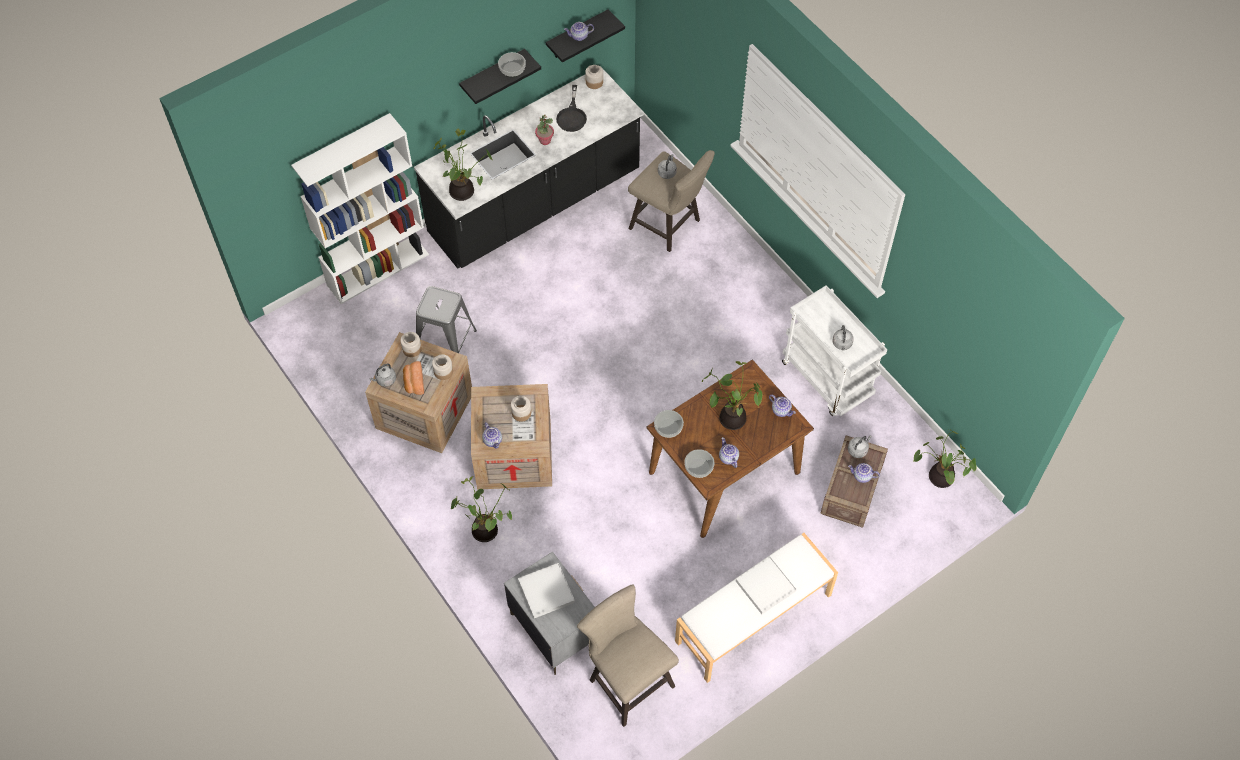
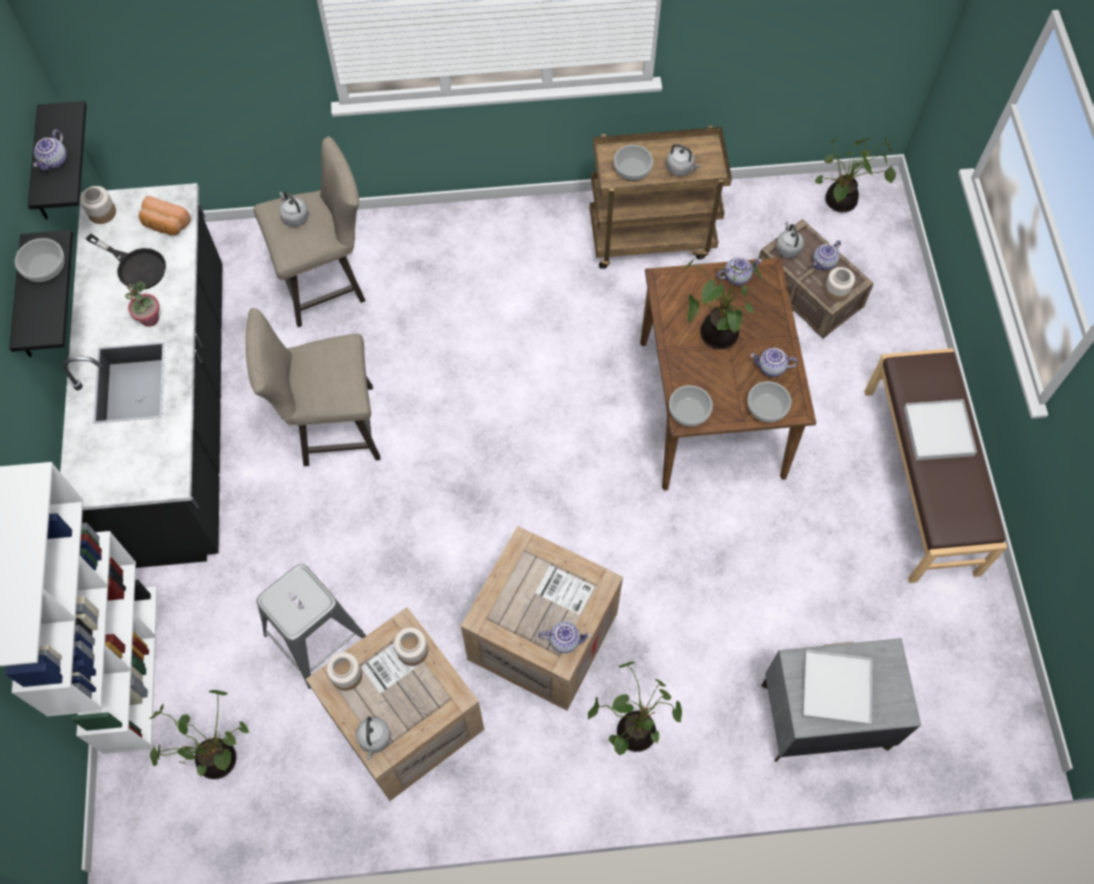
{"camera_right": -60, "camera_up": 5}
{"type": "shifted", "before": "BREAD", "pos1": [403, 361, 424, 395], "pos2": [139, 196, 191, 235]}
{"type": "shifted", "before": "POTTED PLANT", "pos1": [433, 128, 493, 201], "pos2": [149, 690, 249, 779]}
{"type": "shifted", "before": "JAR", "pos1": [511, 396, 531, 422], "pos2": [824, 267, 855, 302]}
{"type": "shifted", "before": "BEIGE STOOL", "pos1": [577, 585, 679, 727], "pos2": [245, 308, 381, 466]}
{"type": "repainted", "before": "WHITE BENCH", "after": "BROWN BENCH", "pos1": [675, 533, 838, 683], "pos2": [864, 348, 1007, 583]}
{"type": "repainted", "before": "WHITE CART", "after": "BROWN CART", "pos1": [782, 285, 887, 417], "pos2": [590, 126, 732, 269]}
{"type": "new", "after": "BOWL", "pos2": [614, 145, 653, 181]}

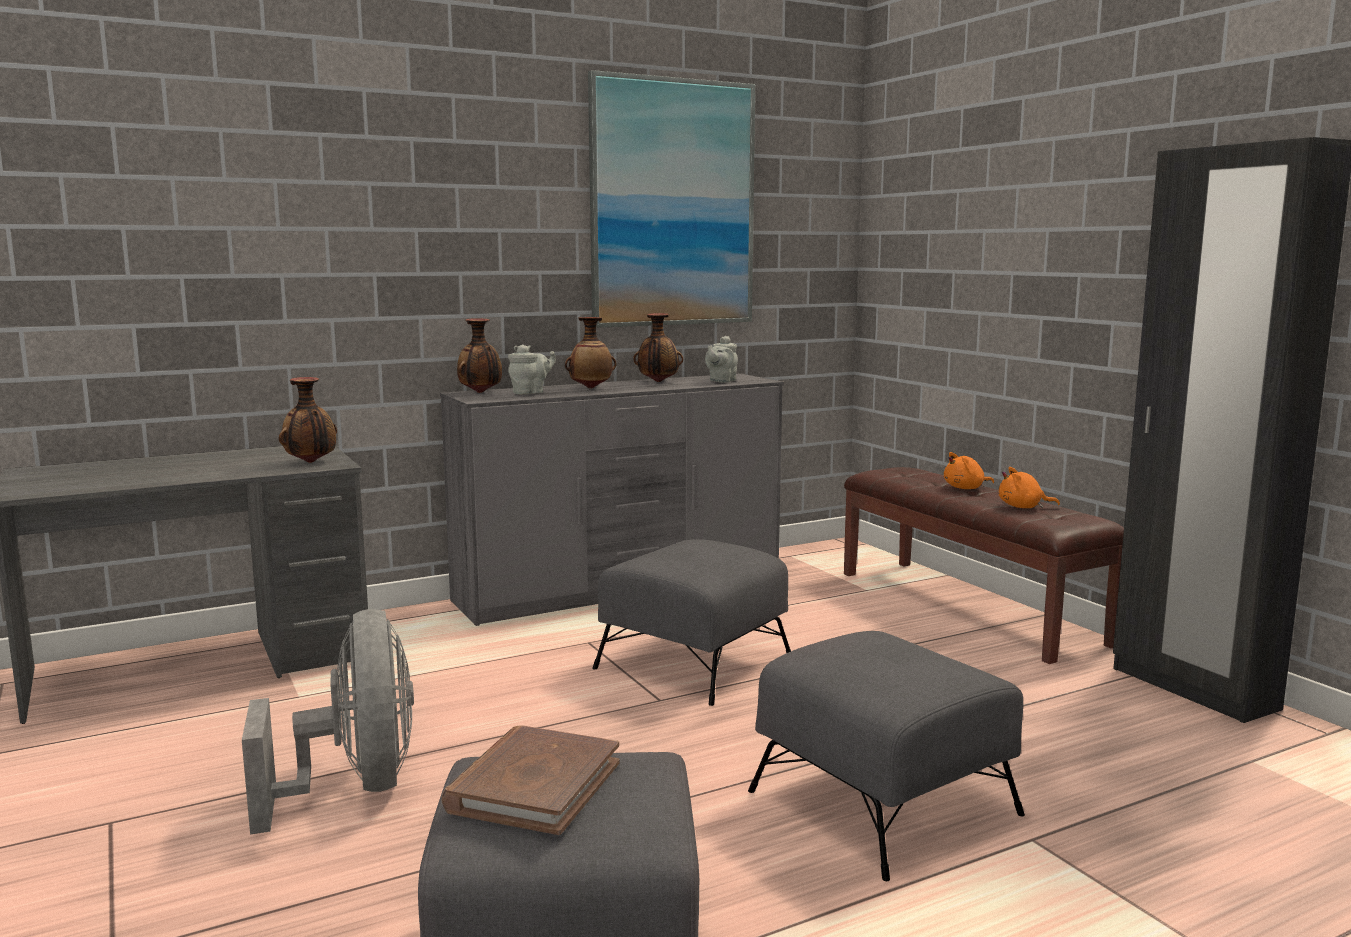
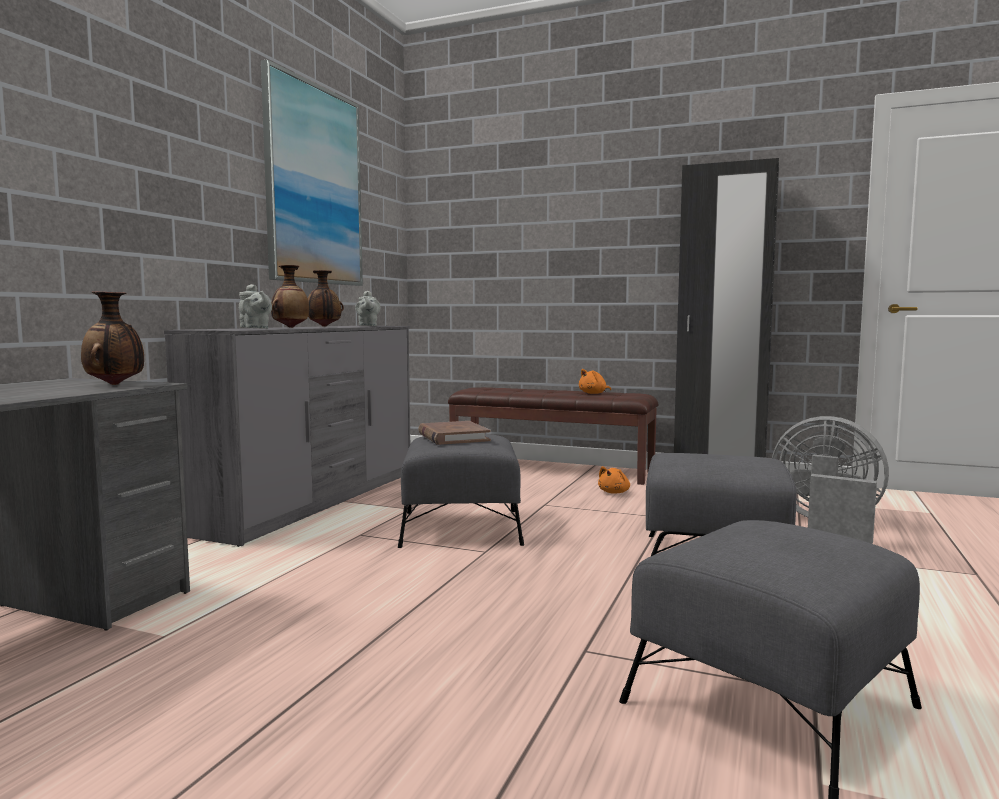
{"camera_right": -40, "camera_up": -5}
{"type": "shifted", "before": "GREY FAN", "pos1": [242, 609, 414, 835], "pos2": [772, 416, 889, 544]}
{"type": "shifted", "before": "BROWN BOOK", "pos1": [441, 725, 620, 835], "pos2": [418, 421, 491, 445]}
{"type": "gone", "before": "VASE", "pos1": [457, 318, 502, 393]}
{"type": "rotated", "before": "GREY TEAPOT", "pos1": [508, 344, 556, 394], "pos2": [239, 284, 272, 329], "turn": 120}
{"type": "shifted", "before": "ORANGE PLUSH TOY", "pos1": [944, 452, 994, 489], "pos2": [598, 466, 630, 494]}

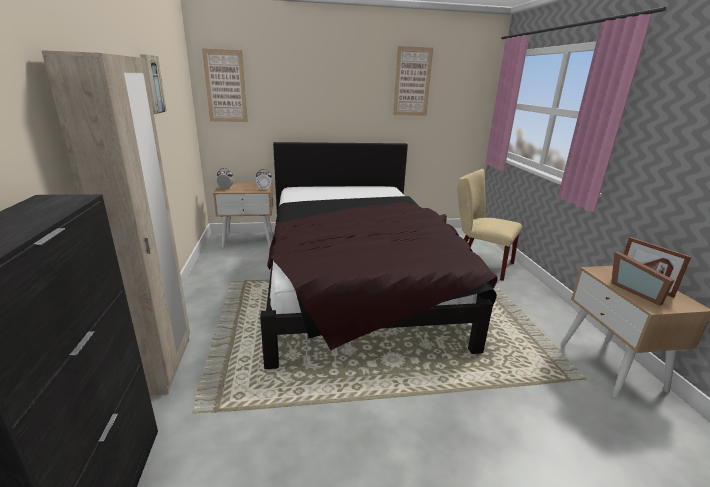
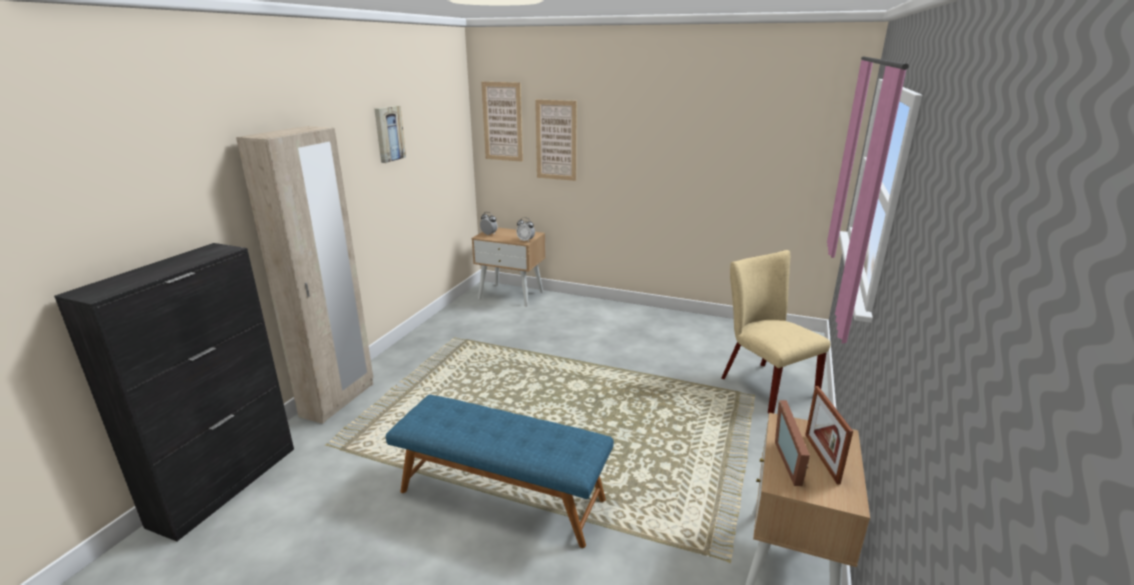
{"camera_right": 30, "camera_up": 0}
{"type": "gone", "before": "BED", "pos1": [260, 142, 497, 369]}
{"type": "shifted", "before": "PICTURE", "pos1": [393, 46, 433, 116], "pos2": [535, 100, 577, 181]}
{"type": "new", "after": "BLUE BENCH", "pos2": [386, 395, 614, 548]}

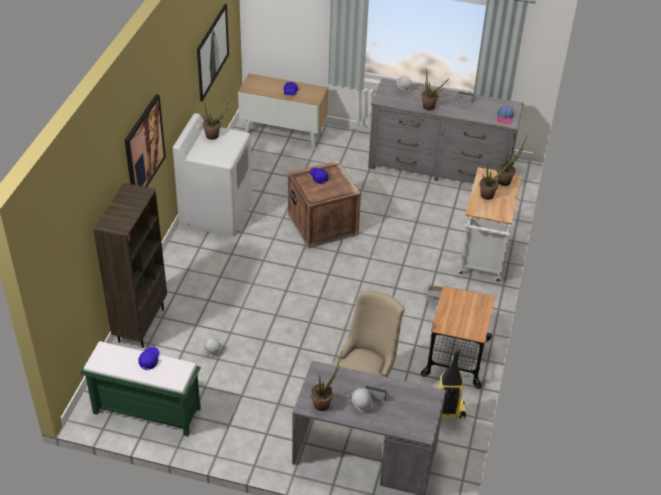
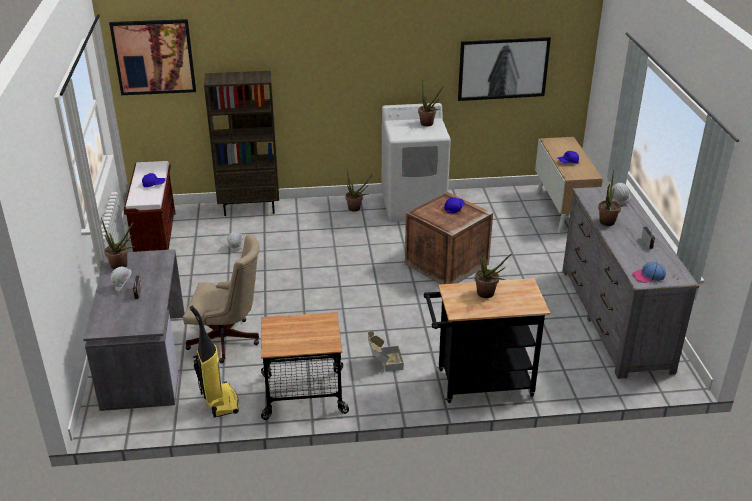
{"camera_right": 70, "camera_up": -10}
{"type": "repainted", "before": "GREEN BENCH", "after": "BROWN BENCH", "pos1": [80, 341, 201, 436], "pos2": [124, 161, 175, 252]}
{"type": "shifted", "before": "PICTURE", "pos1": [125, 94, 166, 187], "pos2": [109, 19, 196, 95]}
{"type": "repainted", "before": "WHITE CART", "after": "BLACK CART", "pos1": [458, 167, 522, 282], "pos2": [424, 278, 550, 403]}
{"type": "shifted", "before": "POTTED PLANT", "pos1": [497, 136, 527, 186], "pos2": [346, 170, 373, 212]}

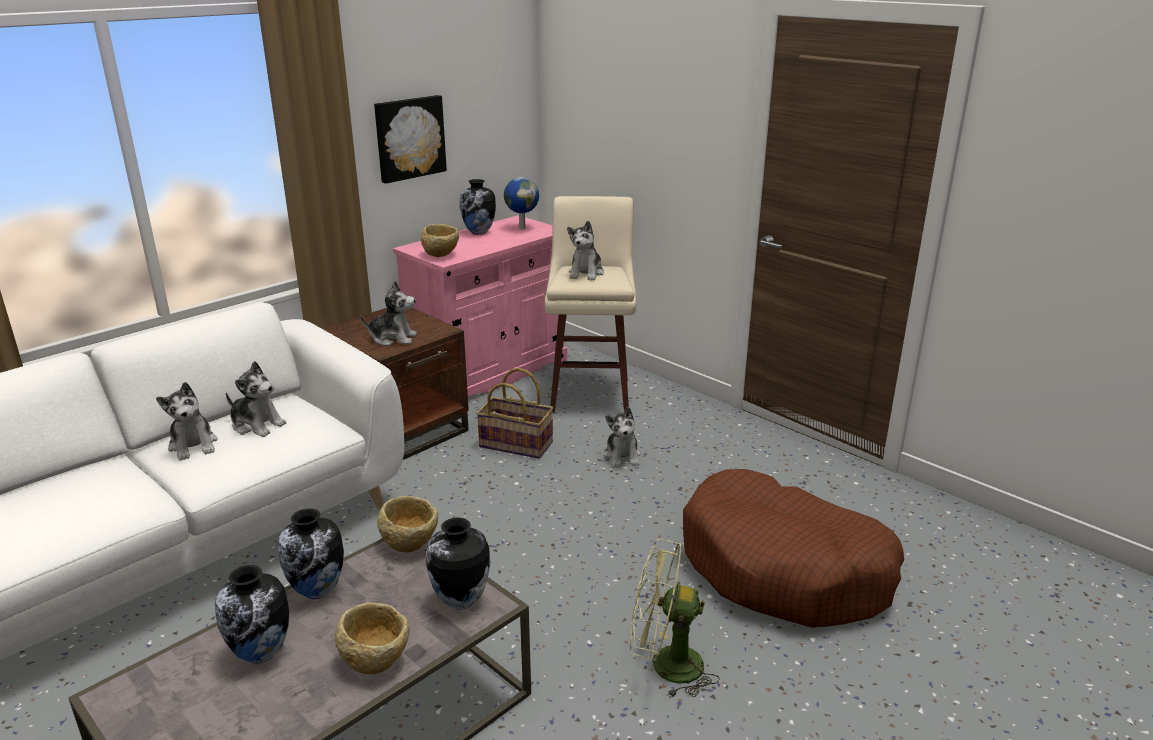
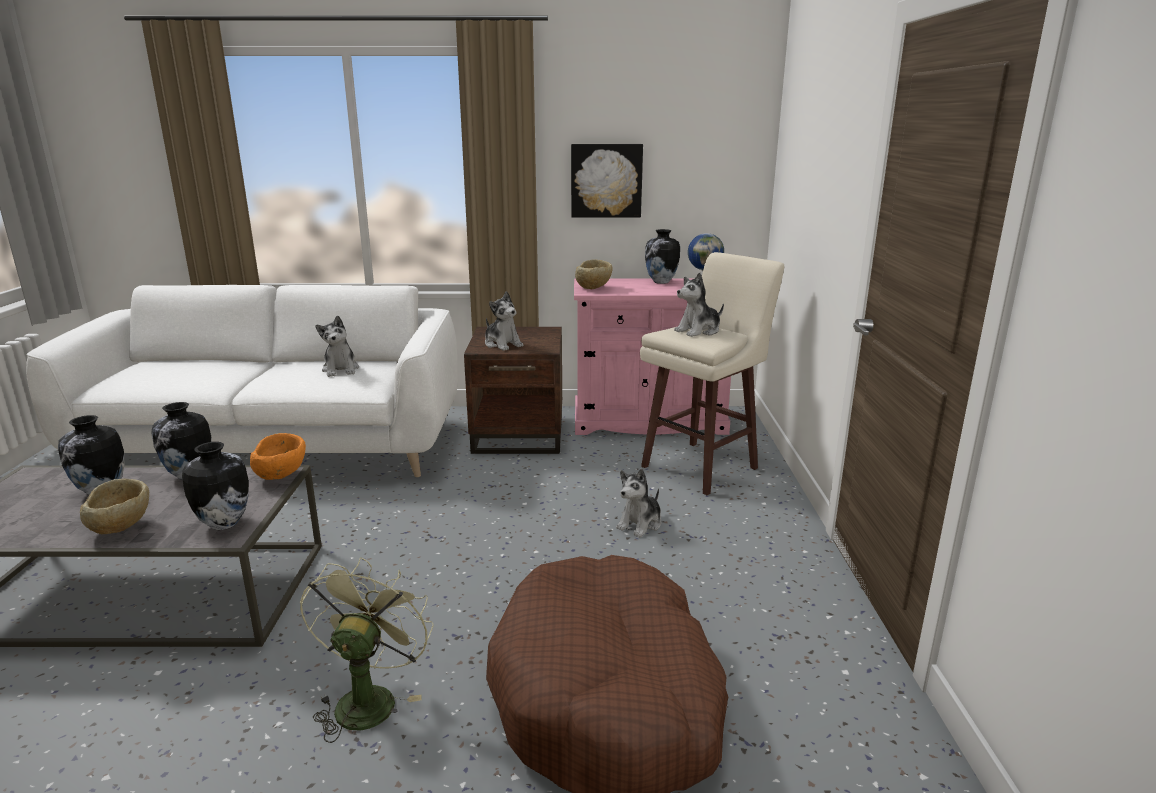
{"camera_right": 45, "camera_up": -5}
{"type": "gone", "before": "PLUSH TOY", "pos1": [156, 382, 217, 461]}
{"type": "repainted", "before": "BEIGE BOWL", "after": "ORANGE BOWL", "pos1": [377, 495, 438, 553], "pos2": [250, 433, 306, 480]}
{"type": "gone", "before": "BASKET", "pos1": [476, 368, 554, 459]}
{"type": "rotated", "before": "GREEN FAN", "pos1": [630, 539, 719, 698], "pos2": [300, 557, 433, 743], "turn": 45}

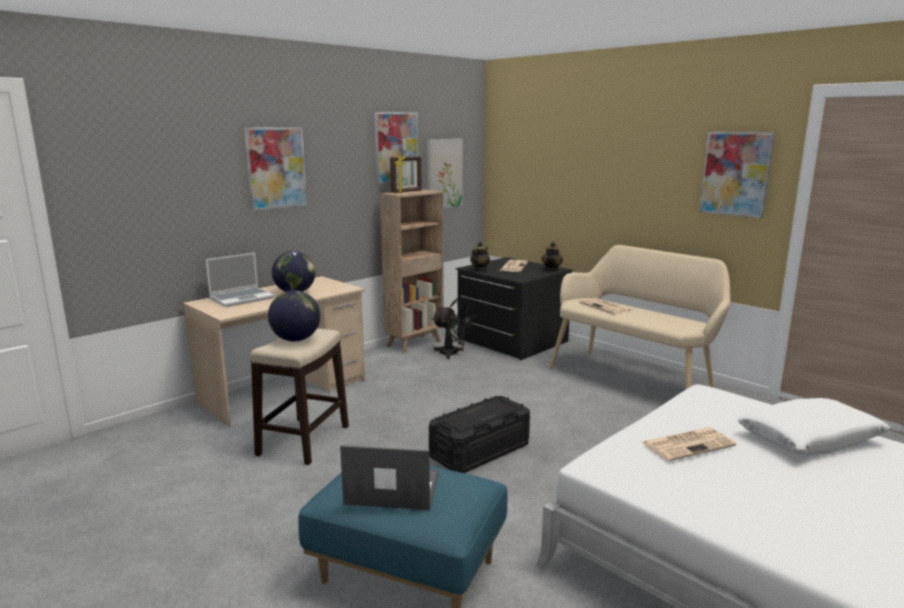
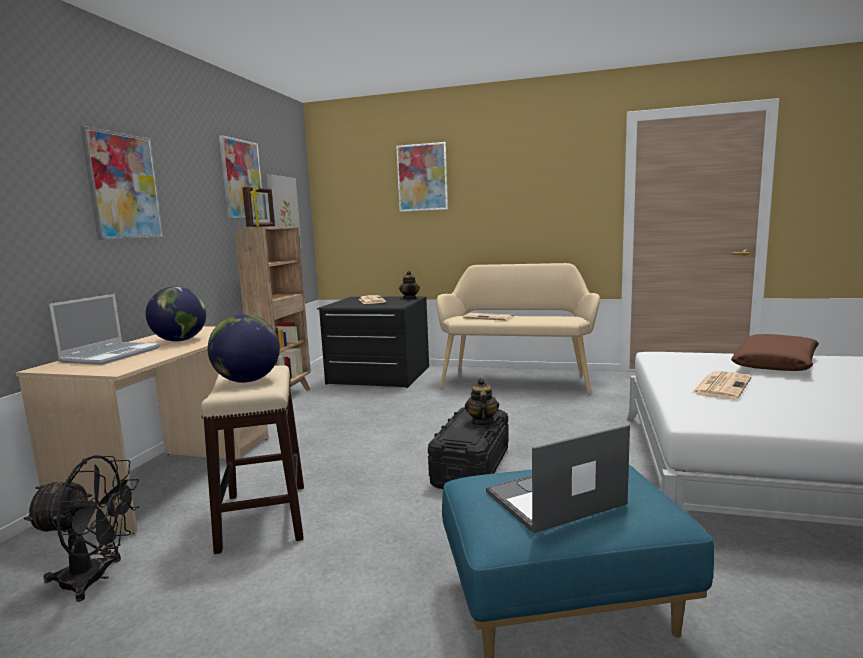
{"camera_right": -30, "camera_up": -5}
{"type": "shifted", "before": "BLACK FAN", "pos1": [432, 298, 476, 359], "pos2": [23, 455, 139, 602]}
{"type": "shifted", "before": "TEAPOT", "pos1": [470, 241, 490, 271], "pos2": [465, 378, 500, 426]}
{"type": "shifted", "before": "PICTURE", "pos1": [699, 132, 775, 218], "pos2": [396, 142, 448, 212]}
{"type": "repainted", "before": "WHITE PILLOW", "after": "BROWN PILLOW", "pos1": [738, 398, 891, 454], "pos2": [731, 334, 819, 371]}

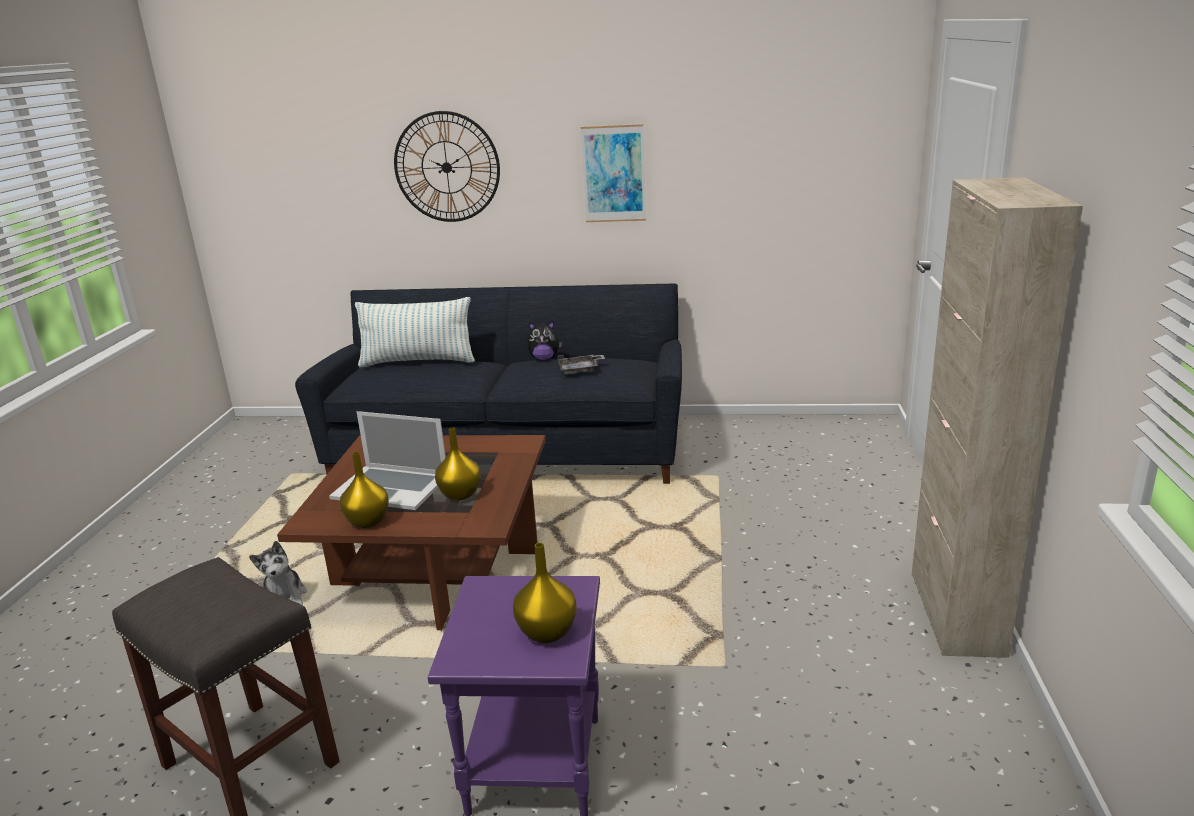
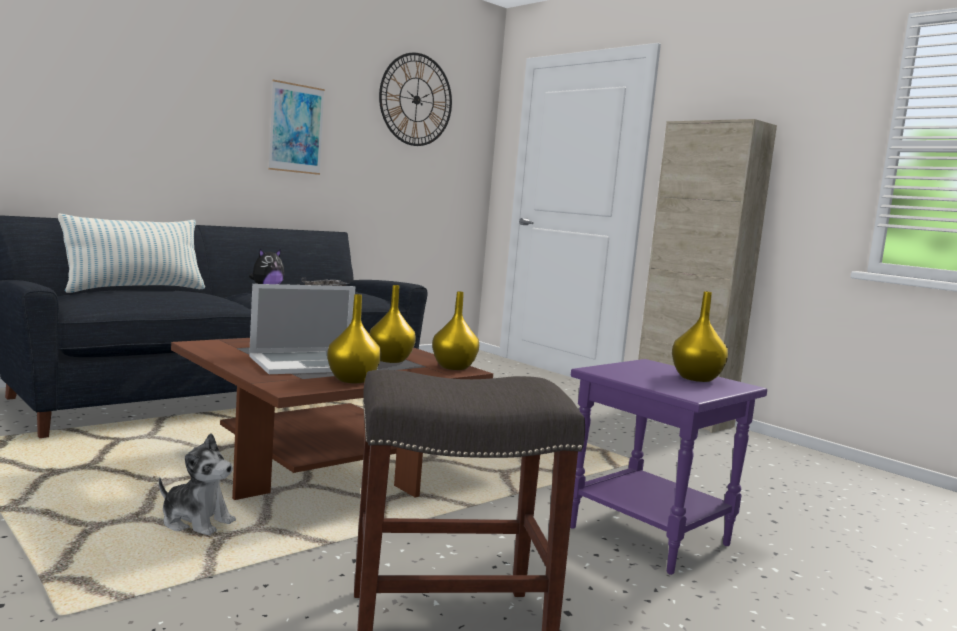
{"camera_right": -50, "camera_up": -15}
{"type": "shifted", "before": "WALL CLOCK", "pos1": [394, 111, 500, 222], "pos2": [379, 52, 452, 146]}
{"type": "new", "after": "YELLOW VASE", "pos2": [432, 291, 479, 370]}

